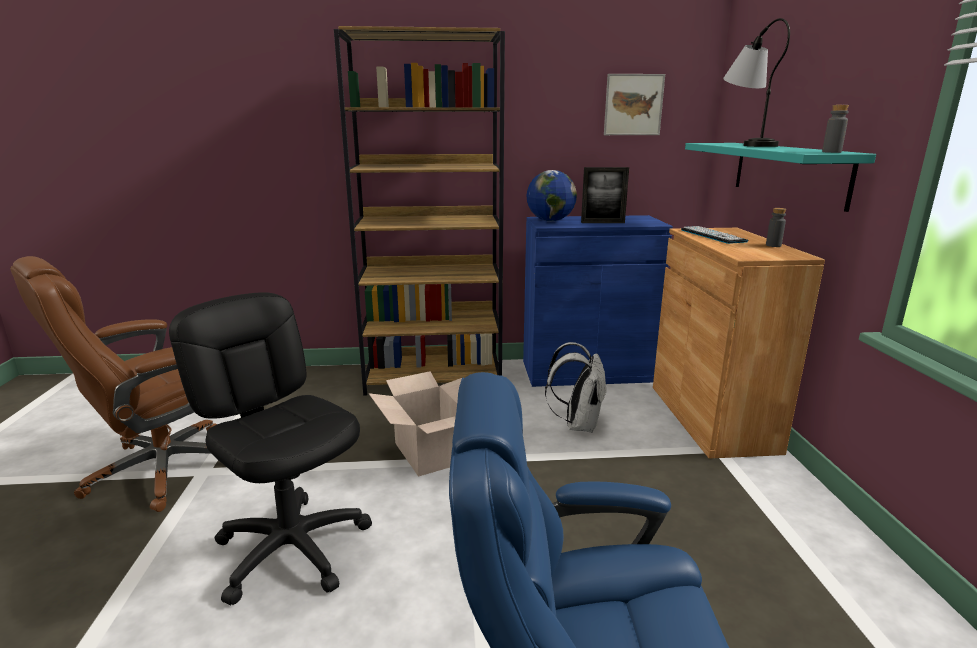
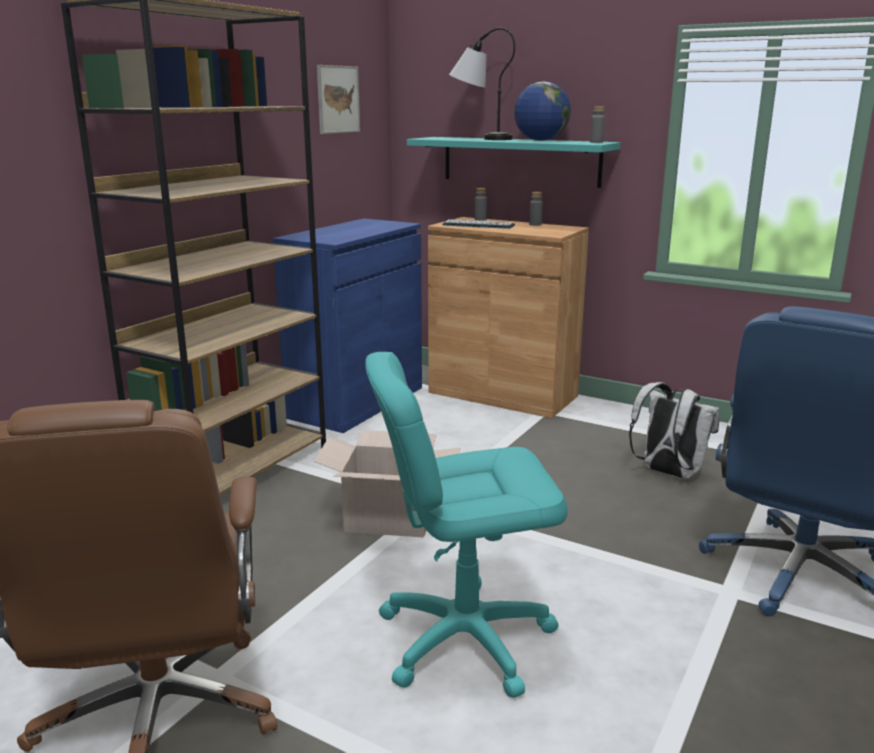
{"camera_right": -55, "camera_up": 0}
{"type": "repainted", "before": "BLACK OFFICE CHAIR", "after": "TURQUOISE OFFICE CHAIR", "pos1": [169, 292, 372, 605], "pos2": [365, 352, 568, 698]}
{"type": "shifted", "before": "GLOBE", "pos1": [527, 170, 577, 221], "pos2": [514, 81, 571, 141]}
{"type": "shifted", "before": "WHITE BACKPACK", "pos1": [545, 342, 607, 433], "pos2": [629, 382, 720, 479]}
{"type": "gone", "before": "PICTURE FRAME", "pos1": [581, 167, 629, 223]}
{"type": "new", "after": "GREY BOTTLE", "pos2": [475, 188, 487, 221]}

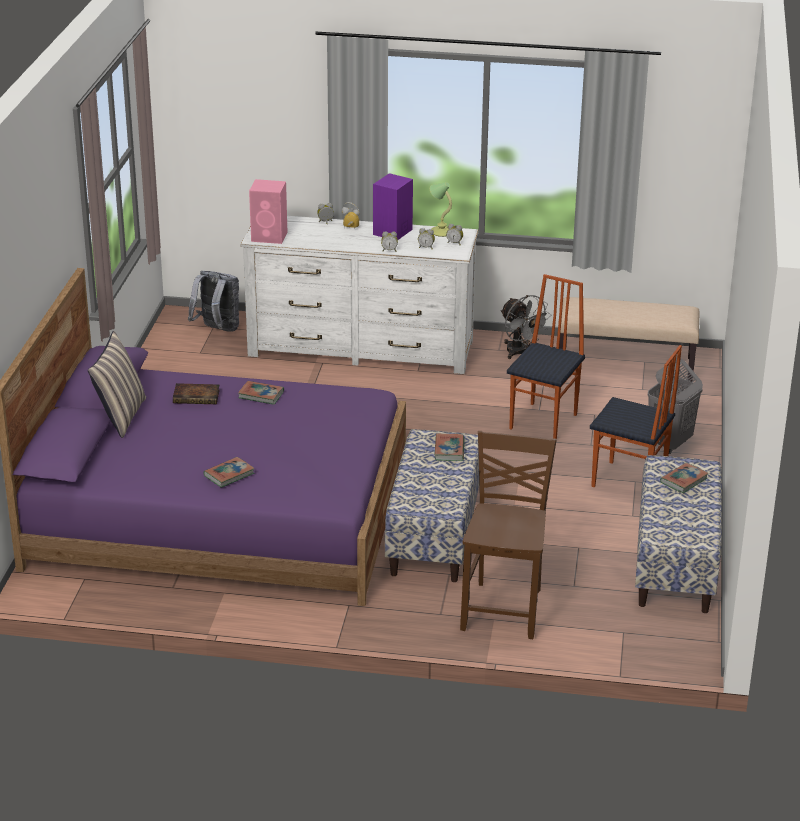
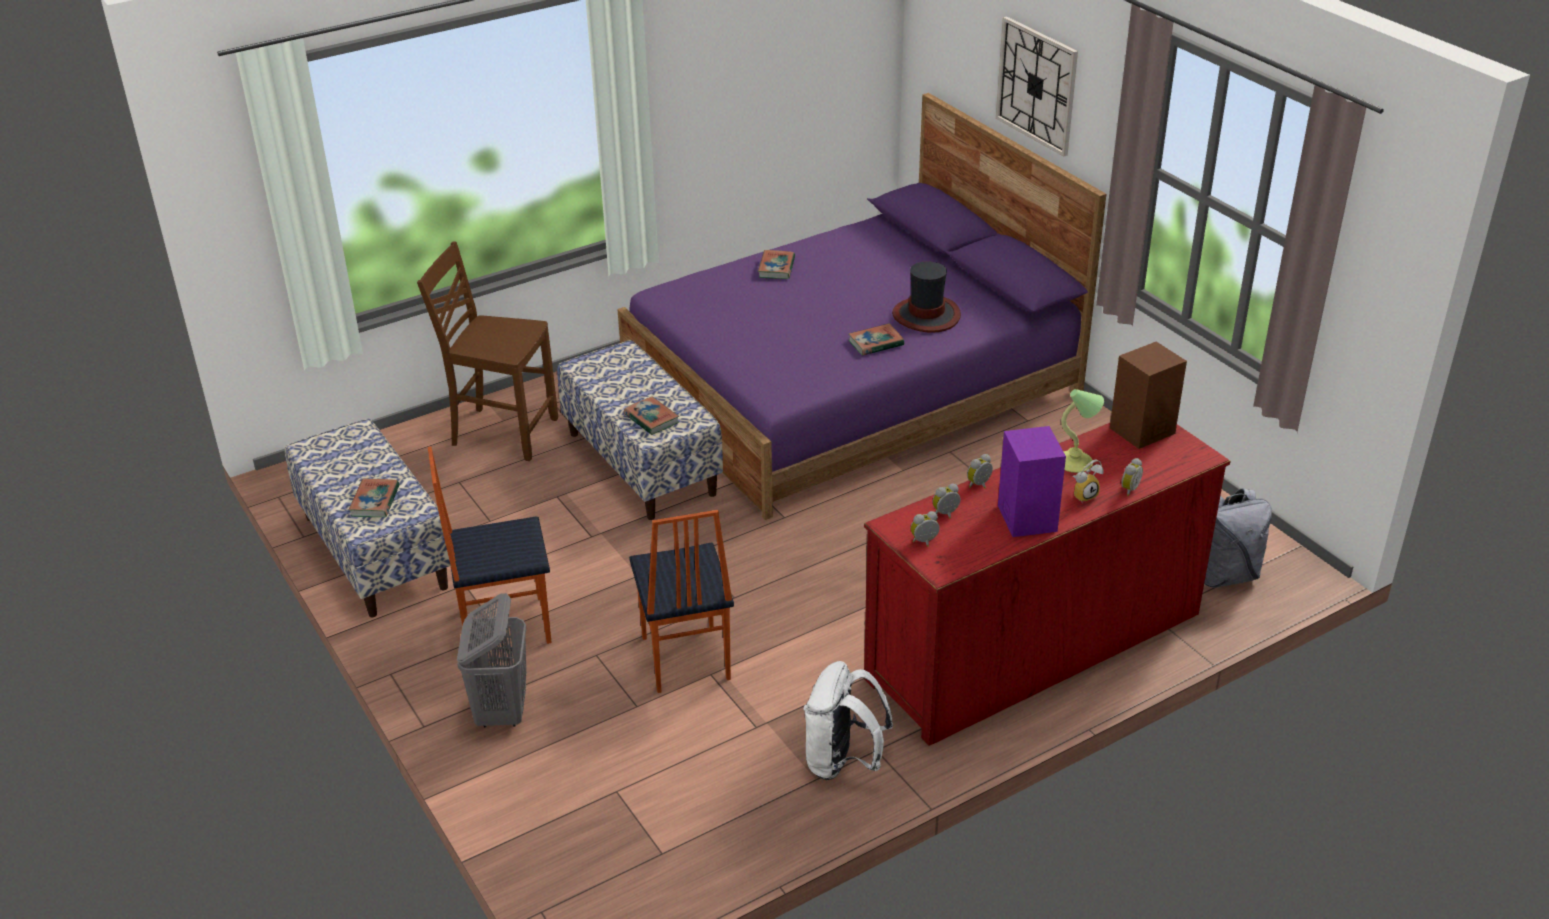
{"camera_right": 140, "camera_up": 5}
{"type": "gone", "before": "PILLOW", "pos1": [88, 331, 146, 438]}
{"type": "swapped", "before": "BOOK", "after": "HAT", "pos1": [173, 383, 220, 404], "pos2": [892, 261, 961, 333]}
{"type": "repainted", "before": "WHITE DRESSER", "after": "RED DRESSER", "pos1": [241, 216, 478, 374], "pos2": [864, 423, 1231, 746]}
{"type": "repainted", "before": "PINK SPEAKER", "after": "BROWN SPEAKER", "pos1": [249, 179, 287, 244], "pos2": [1110, 342, 1187, 449]}
{"type": "shifted", "before": "TABLE LAMP", "pos1": [430, 182, 452, 237], "pos2": [1061, 389, 1104, 473]}
{"type": "rotated", "before": "BROWN CHAIR", "pos1": [460, 431, 557, 639], "pos2": [417, 241, 558, 461], "turn": 135}
{"type": "swapped", "before": "GREY FAN", "after": "WHITE BACKPACK", "pos1": [500, 295, 552, 359], "pos2": [804, 661, 893, 780]}
{"type": "gone", "before": "BEIGE BENCH", "pos1": [559, 297, 700, 381]}
{"type": "new", "after": "WALL CLOCK", "pos2": [996, 16, 1078, 157]}

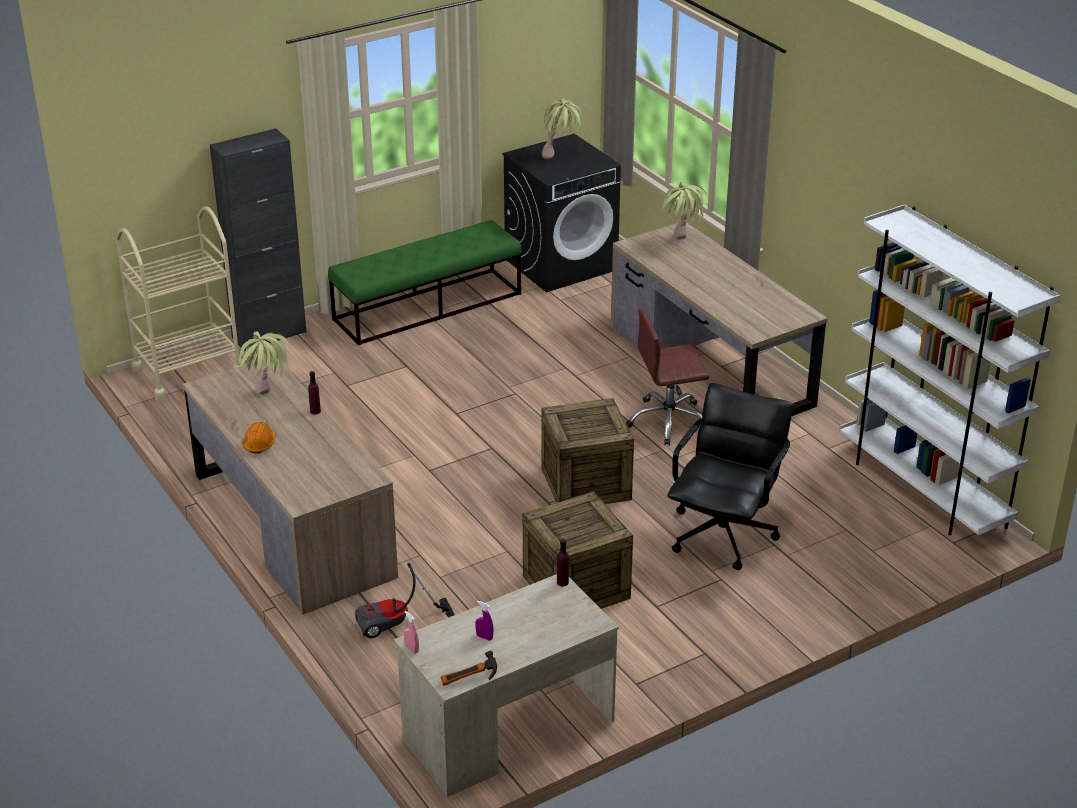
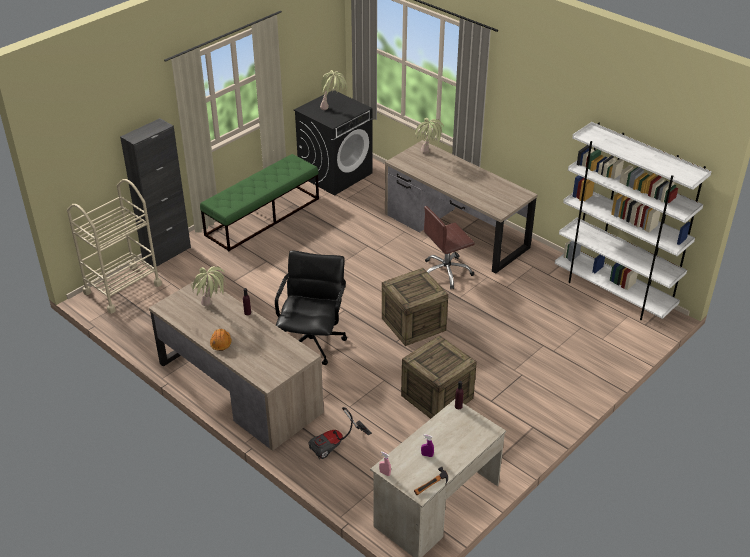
{"camera_right": -15, "camera_up": 5}
{"type": "shifted", "before": "BLACK OFFICE CHAIR", "pos1": [667, 383, 794, 570], "pos2": [275, 250, 347, 365]}

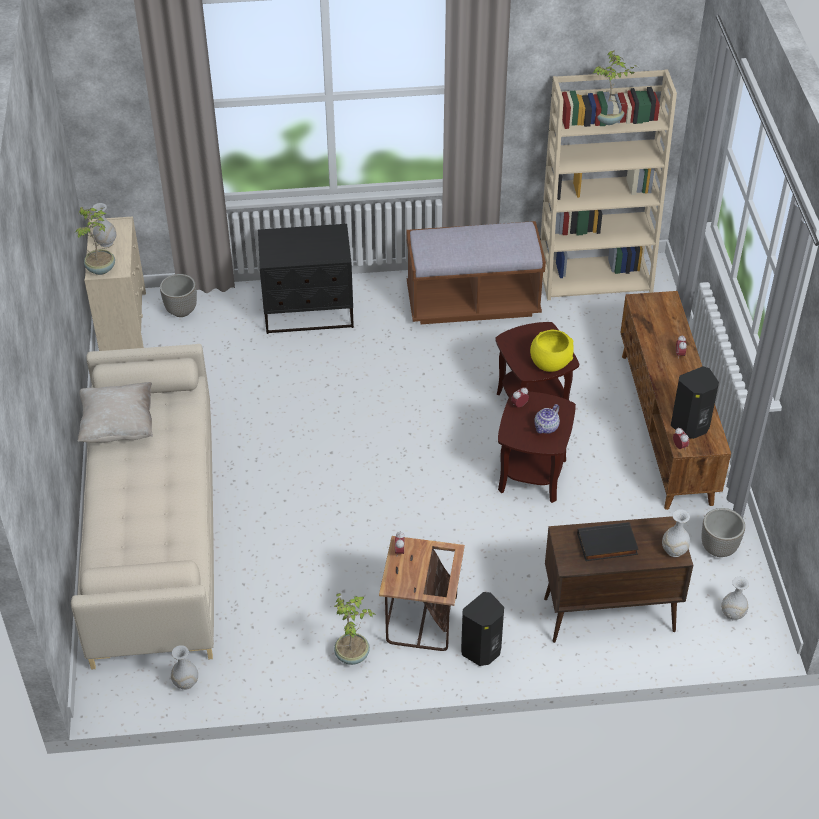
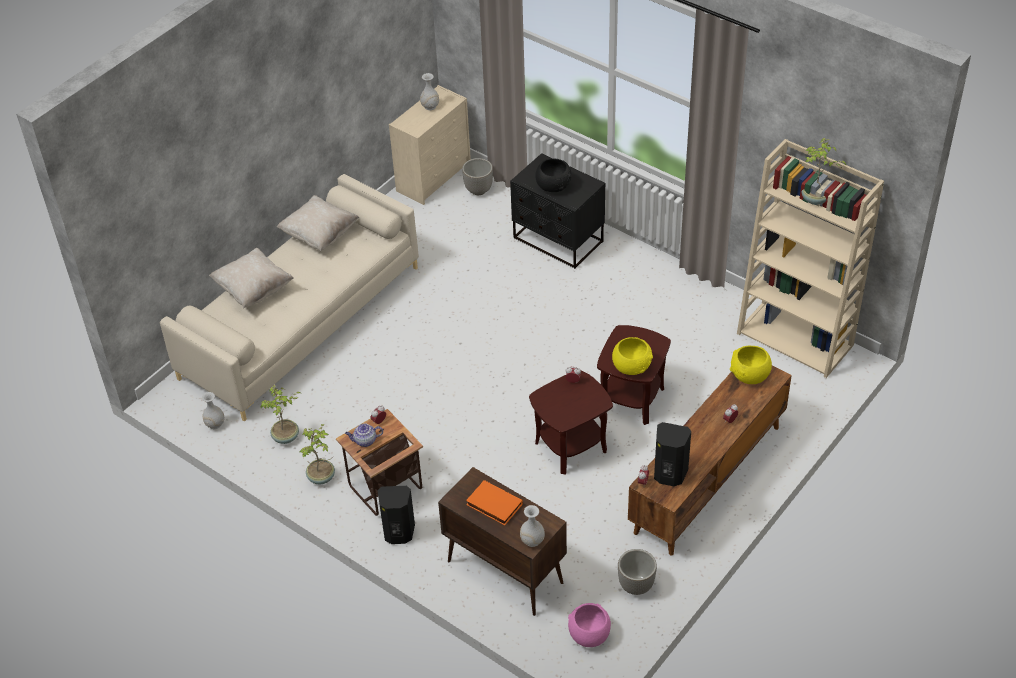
{"camera_right": 45, "camera_up": 0}
{"type": "shifted", "before": "POTTED PLANT", "pos1": [75, 207, 115, 275], "pos2": [260, 385, 300, 444]}
{"type": "gone", "before": "BROWN BENCH", "pos1": [406, 221, 546, 324]}
{"type": "shifted", "before": "TEAPOT", "pos1": [534, 404, 560, 434], "pos2": [345, 423, 383, 447]}
{"type": "repainted", "before": "BLACK BOOK", "after": "ORANGE BOOK", "pos1": [577, 522, 639, 561], "pos2": [466, 480, 523, 525]}
{"type": "swapped", "before": "WHITE VASE", "after": "PINK BOWL", "pos1": [721, 577, 749, 620], "pos2": [568, 603, 611, 647]}
{"type": "new", "after": "BEIGE PILLOW", "pos2": [209, 248, 294, 309]}
{"type": "new", "after": "BLACK BOWL", "pos2": [535, 158, 572, 192]}
{"type": "new", "after": "YELLOW BOWL", "pos2": [730, 346, 772, 384]}

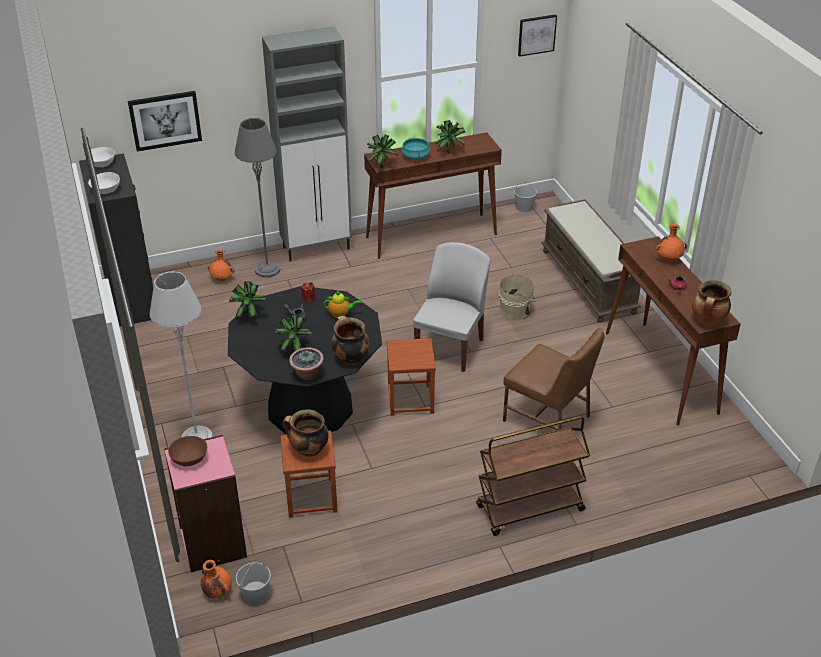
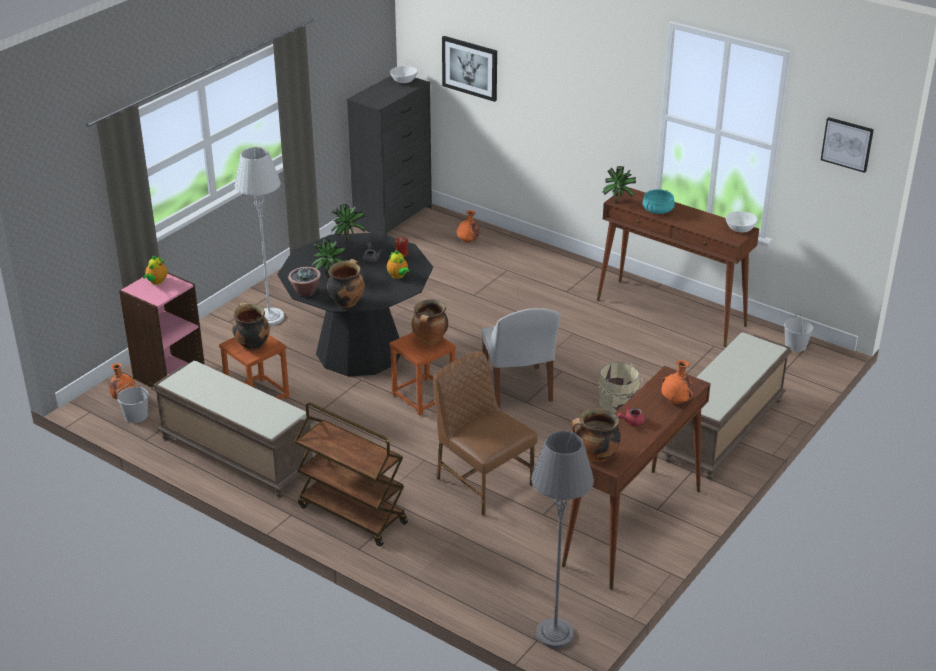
{"camera_right": 55, "camera_up": -5}
{"type": "shifted", "before": "WHITE BOWL", "pos1": [88, 172, 120, 194], "pos2": [725, 211, 757, 233]}
{"type": "swapped", "before": "BROWN BOWL", "after": "TEAPOT", "pos1": [168, 436, 207, 466], "pos2": [143, 255, 167, 285]}
{"type": "shifted", "before": "GREY FLOOR LAMP", "pos1": [235, 118, 280, 278], "pos2": [531, 431, 594, 649]}
{"type": "gone", "before": "GREY CABINET", "pos1": [262, 26, 352, 261]}
{"type": "rotated", "before": "WHITE CHAIR", "pos1": [413, 242, 491, 372], "pos2": [482, 308, 560, 408], "turn": 90}
{"type": "gone", "before": "POTTED PLANT", "pos1": [435, 120, 466, 153]}
{"type": "rotated", "before": "BROWN CHAIR", "pos1": [503, 328, 605, 430], "pos2": [433, 351, 537, 516], "turn": 135}
{"type": "new", "after": "BROWN BENCH", "pos2": [151, 361, 314, 498]}
{"type": "new", "after": "COOKING POT", "pos2": [412, 299, 448, 345]}

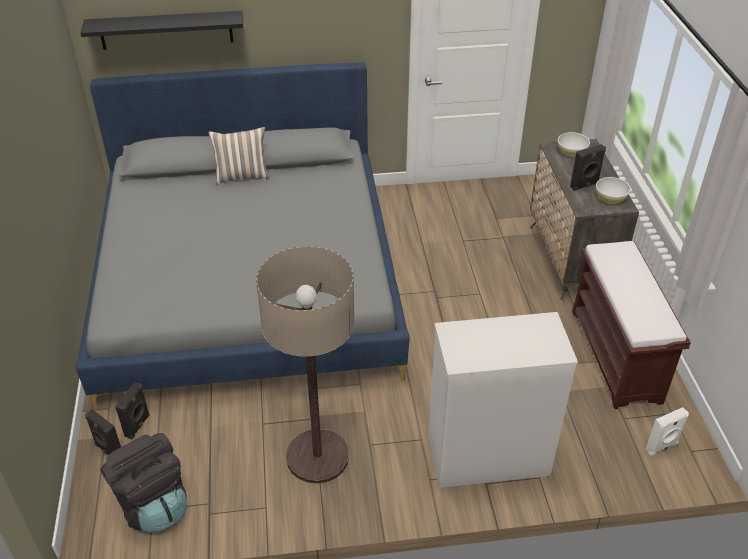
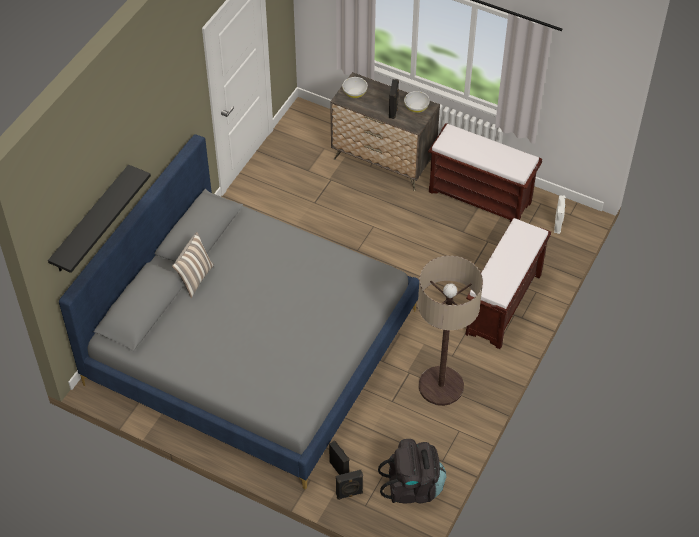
{"camera_right": -55, "camera_up": 10}
{"type": "swapped", "before": "WHITE DRESSER", "after": "BROWN BENCH", "pos1": [428, 312, 578, 488], "pos2": [466, 218, 551, 349]}

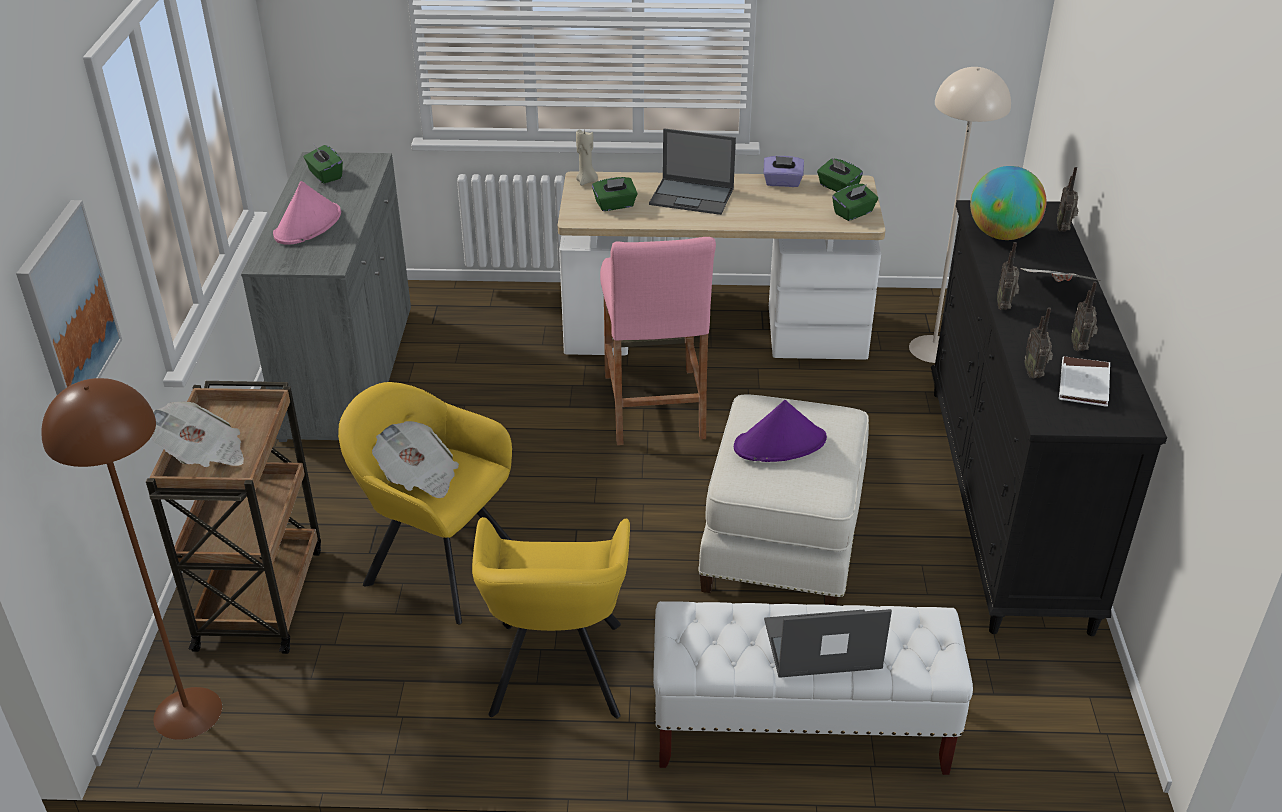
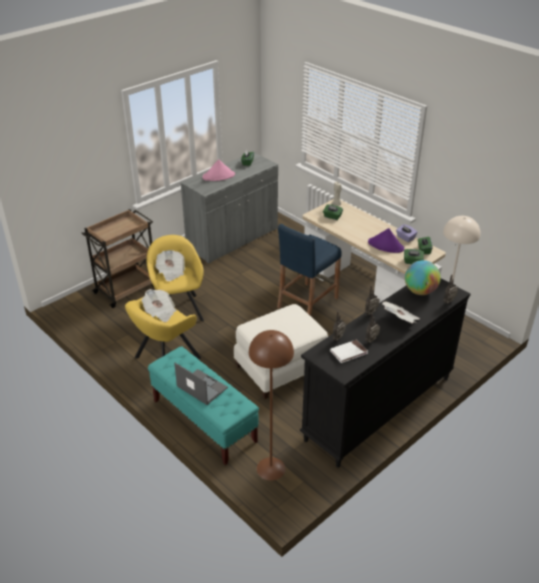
{"camera_right": 45, "camera_up": 0}
{"type": "gone", "before": "PICTURE", "pos1": [16, 200, 122, 395]}
{"type": "shifted", "before": "BROWN FLOOR LAMP", "pos1": [41, 378, 222, 740], "pos2": [249, 330, 294, 481]}
{"type": "shifted", "before": "NEWSPAPER", "pos1": [152, 401, 244, 467], "pos2": [142, 289, 176, 322]}
{"type": "repainted", "before": "PINK STOOL", "after": "BLUE STOOL", "pos1": [600, 237, 716, 445], "pos2": [277, 224, 342, 316]}
{"type": "gone", "before": "LAPTOP", "pos1": [649, 128, 736, 215]}
{"type": "repainted", "before": "WHITE BENCH", "after": "TURQUOISE BENCH", "pos1": [653, 601, 973, 775], "pos2": [148, 346, 259, 465]}
{"type": "shifted", "before": "PURPLE HAT", "pos1": [734, 400, 827, 462], "pos2": [368, 228, 404, 253]}

